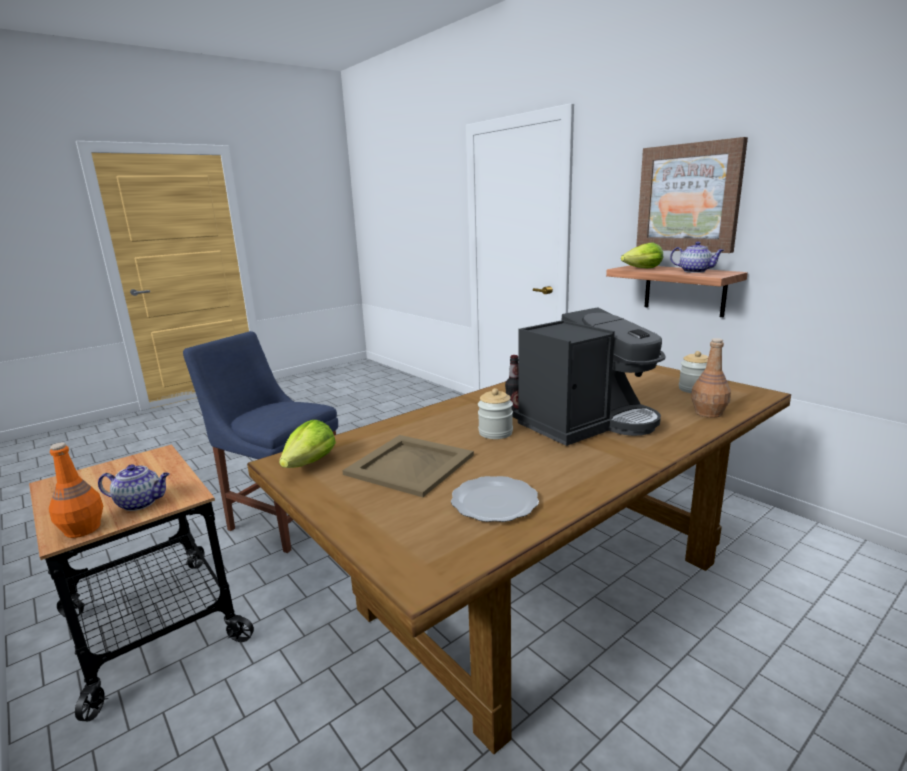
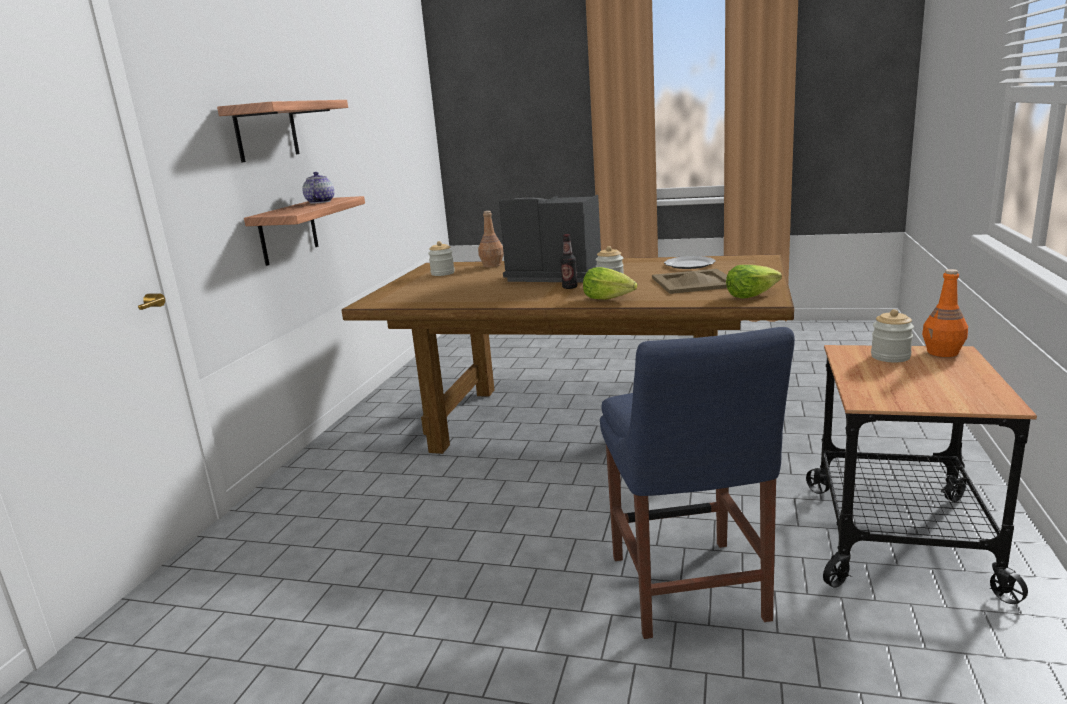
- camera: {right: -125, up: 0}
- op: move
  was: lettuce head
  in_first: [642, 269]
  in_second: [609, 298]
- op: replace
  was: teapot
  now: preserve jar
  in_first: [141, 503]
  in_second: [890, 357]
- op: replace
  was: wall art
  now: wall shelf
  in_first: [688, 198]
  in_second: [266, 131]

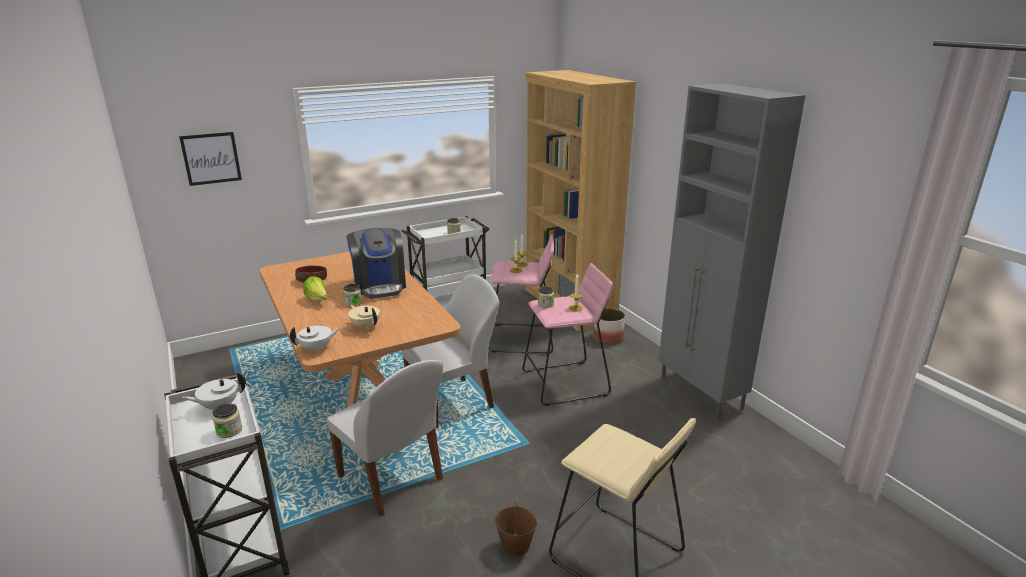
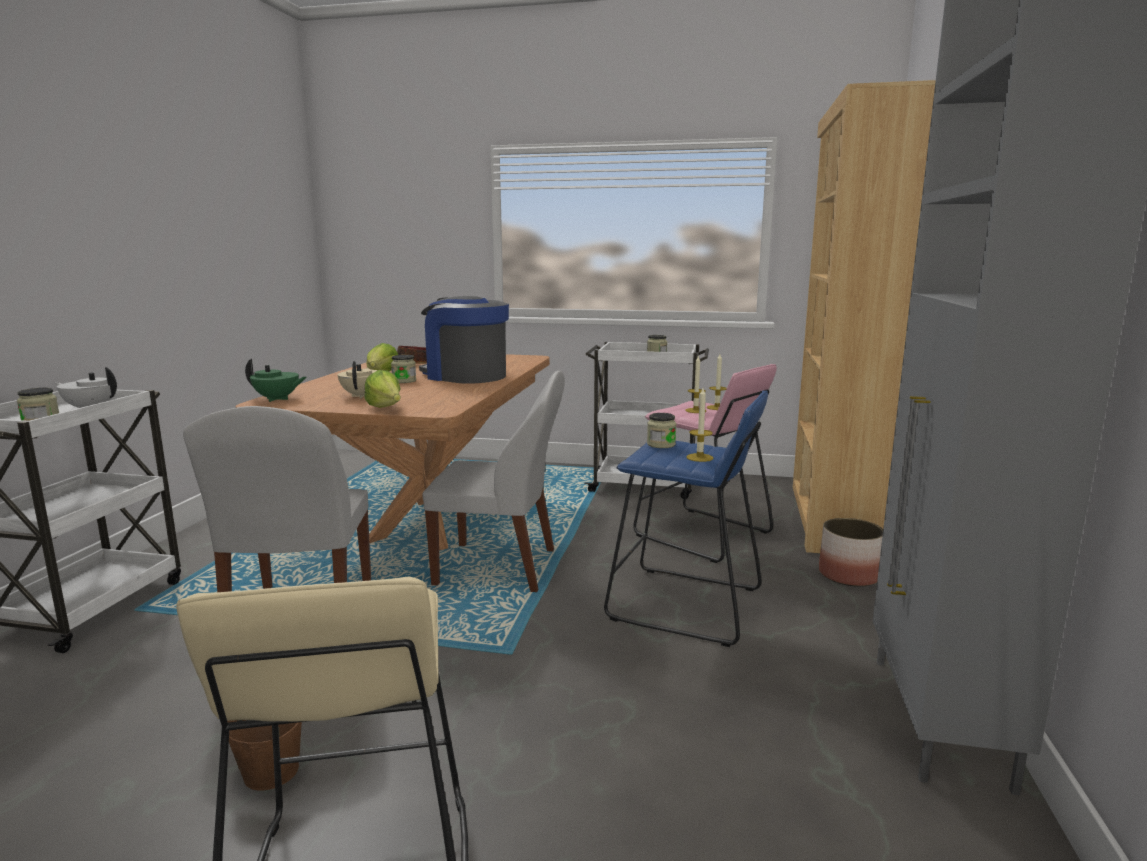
- camera: {right: 40, up: -10}
- op: delete
  was: wall art
  in_first: [211, 158]
- op: insert
  now: lettuce head
  in_second: [386, 409]
- op: recolor
  was: white teapot
  now: green-coloured teapot
  in_first: [317, 348]
  in_second: [277, 399]
- op: recolor
  was: pink-coloured sitting stool
  now: blue-coloured sitting stool
  in_first: [565, 383]
  in_second: [684, 605]
- op: rotate
  was: coffee machine
  in_first: [380, 286]
  in_second: [465, 376]
  clockwise: 105

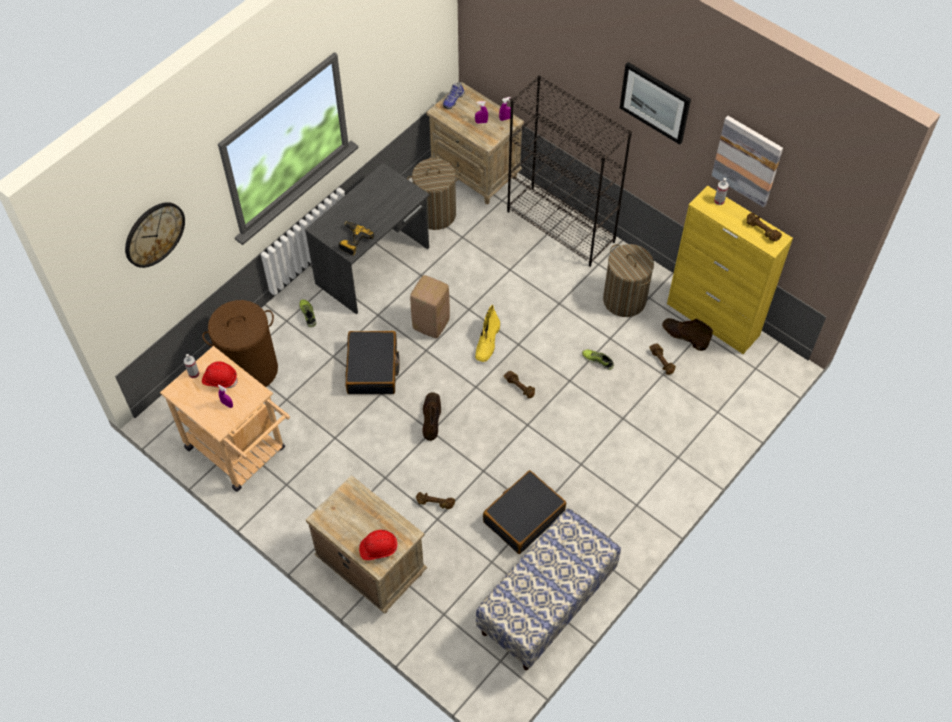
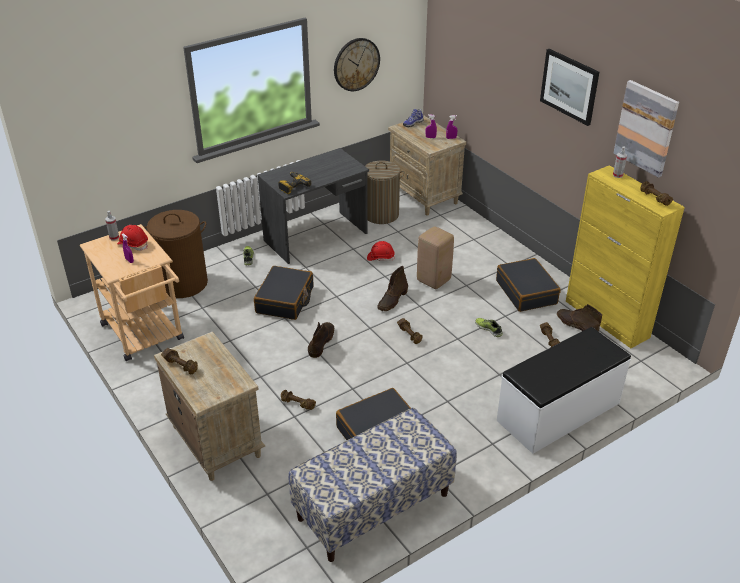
- camera: {right: 15, up: -20}
- op: delete
  was: black-coloured bookcase
  in_first: [561, 226]
- op: insert
  now: brownish free weight
  in_second: [181, 365]
- op: insert
  now: white long seat
  in_second: [559, 412]
- op: move
  was: hanging clock
  in_first: [154, 234]
  in_second: [356, 64]
- op: move
  was: red-coloured hard hat
  in_first: [378, 548]
  in_second: [380, 258]
- op: move
  was: sand-coloured sitting stool
  in_first: [431, 325]
  in_second: [433, 280]
- op: replace
  was: hamper
  now: black-coloured piece of luggage
  in_first: [624, 299]
  in_second: [526, 292]
- op: recolor
  was: yellow-coloured tall boot
  now: brownish tall boot
  in_first: [487, 342]
  in_second: [392, 300]

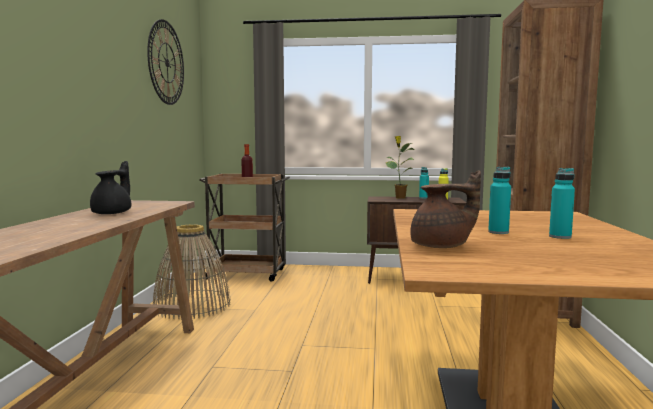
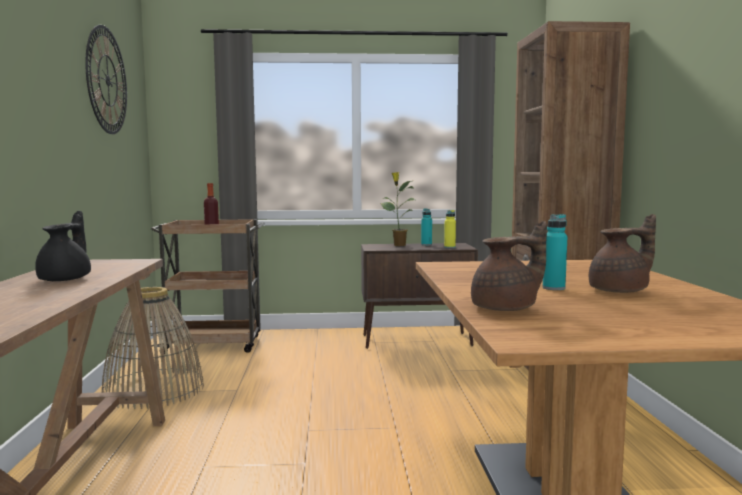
- camera: {right: -10, up: 0}
- op: replace
  was: blue-green bottle
  now: brownish teapot
  in_first: [560, 236]
  in_second: [621, 291]

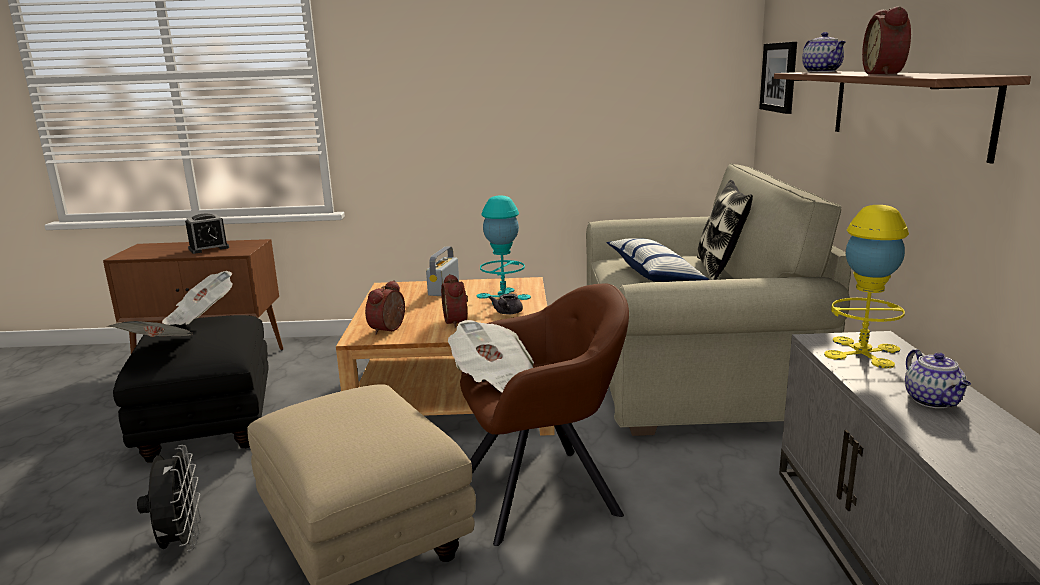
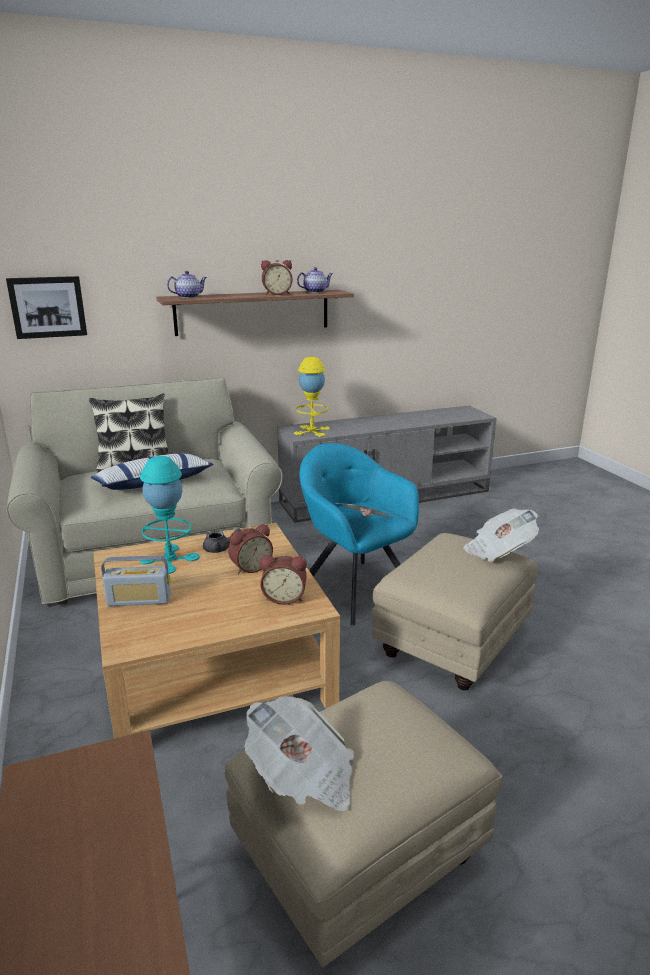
- camera: {right: -110, up: 5}
- op: delete
  was: black-coloured fan
  in_first: [181, 543]
- op: delete
  was: bedside clock
  in_first: [209, 248]
- op: move
  was: daily paper
  in_first: [159, 349]
  in_second: [498, 550]
- op: move
  was: teapot
  in_first: [933, 401]
  in_second: [315, 292]
- op: recolor
  was: black-coloured pouffe
  now: sand-coloured pouffe
  in_first: [209, 427]
  in_second: [361, 855]
- op: recolor
  was: brownish easy chair
  now: blue-green easy chair
  in_first: [545, 491]
  in_second: [354, 587]

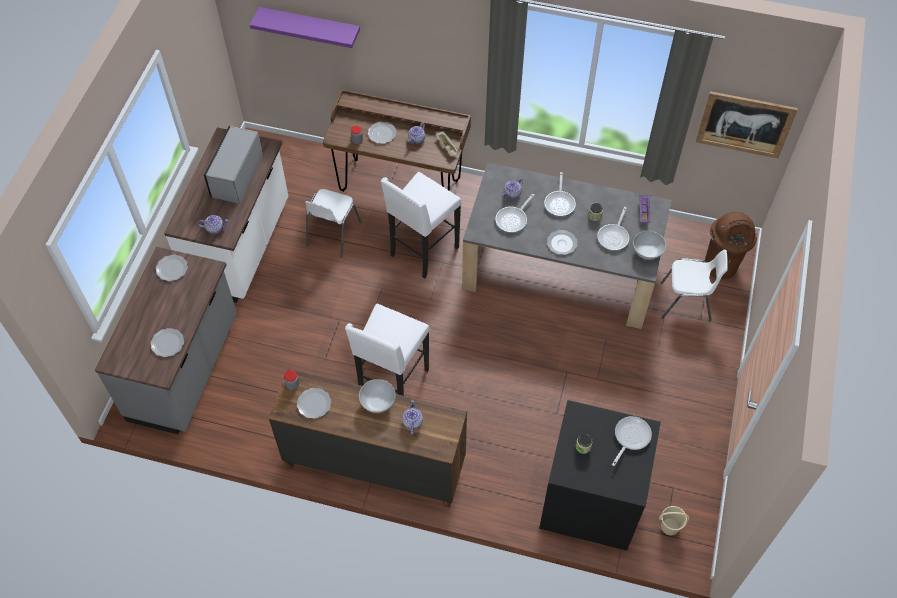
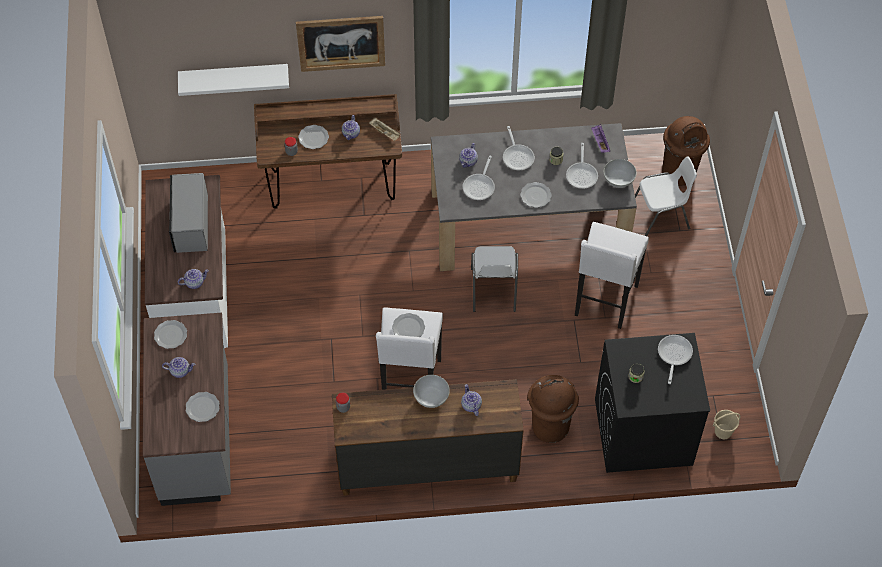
- camera: {right: -20, up: 0}
- op: delete
  was: purplish wall shelf
  in_first: [310, 26]
- op: insert
  now: teapot
  in_second: [180, 371]
- op: insert
  now: white wall shelf
  in_second: [234, 76]
- op: insert
  now: brownish rubbish bin
  in_second: [549, 426]
- op: move
  was: dinner plate
  in_first: [314, 403]
  in_second: [408, 327]
- op: move
  was: white upright chair
  in_first: [332, 234]
  in_second: [493, 290]
- op: move
  was: white sitting stool
  in_first: [423, 252]
  in_second: [604, 301]
- op: move
  was: wall art
  in_first: [745, 124]
  in_second: [341, 43]

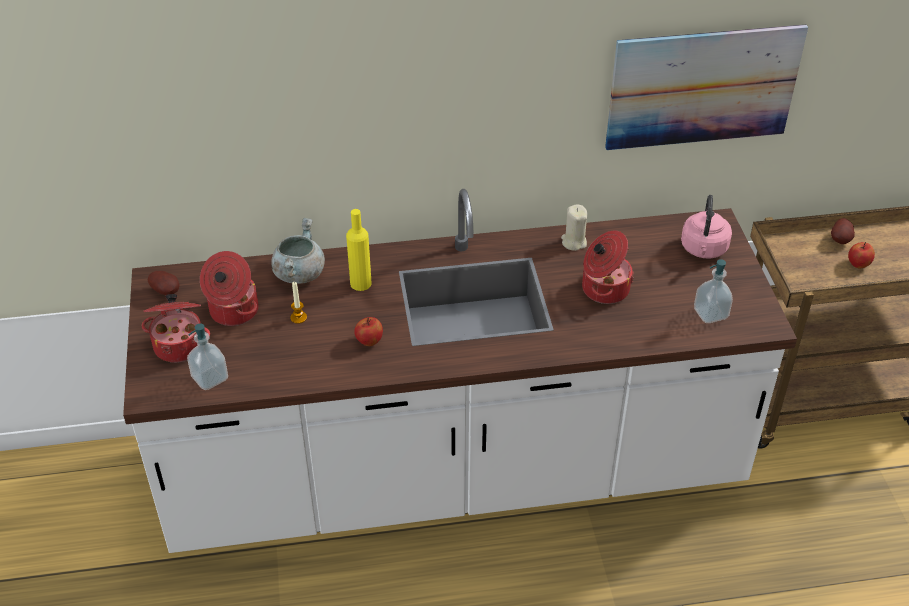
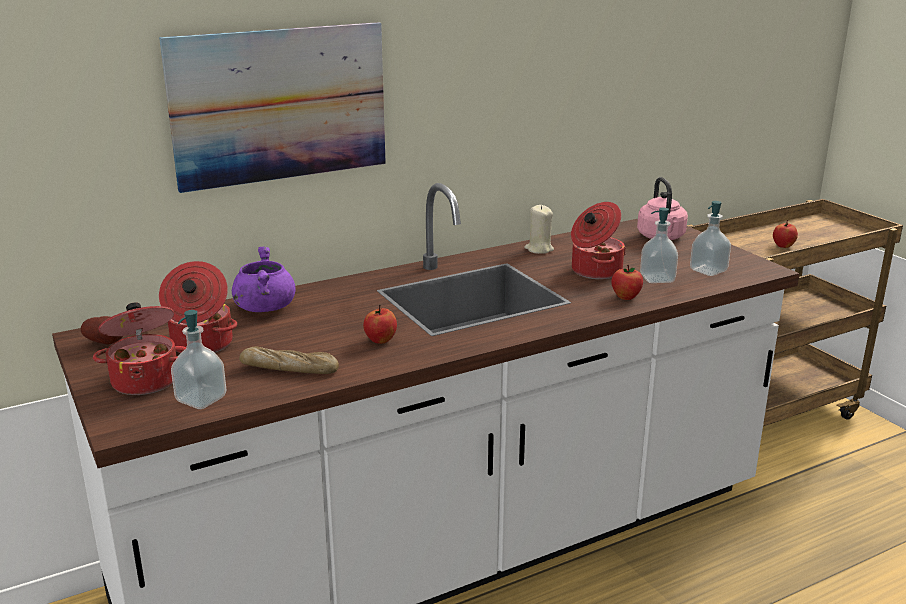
- camera: {right: -20, up: -20}
- op: delete
  was: wax candle
  in_first: [298, 317]
- op: delete
  was: yellow-coloured bottle
  in_first: [360, 283]
- op: delete
  was: spud
  in_first: [841, 240]
- op: insert
  now: bakery bread
  in_second: [289, 369]
- op: insert
  now: apple
  in_second: [625, 297]
- op: insert
  now: soap bottle
  in_second: [657, 278]
- op: move
  was: wall art
  in_first: [702, 87]
  in_second: [280, 105]
- op: recolor
  was: greyish stockpot
  now: purplish stockpot
  in_first: [299, 273]
  in_second: [264, 307]

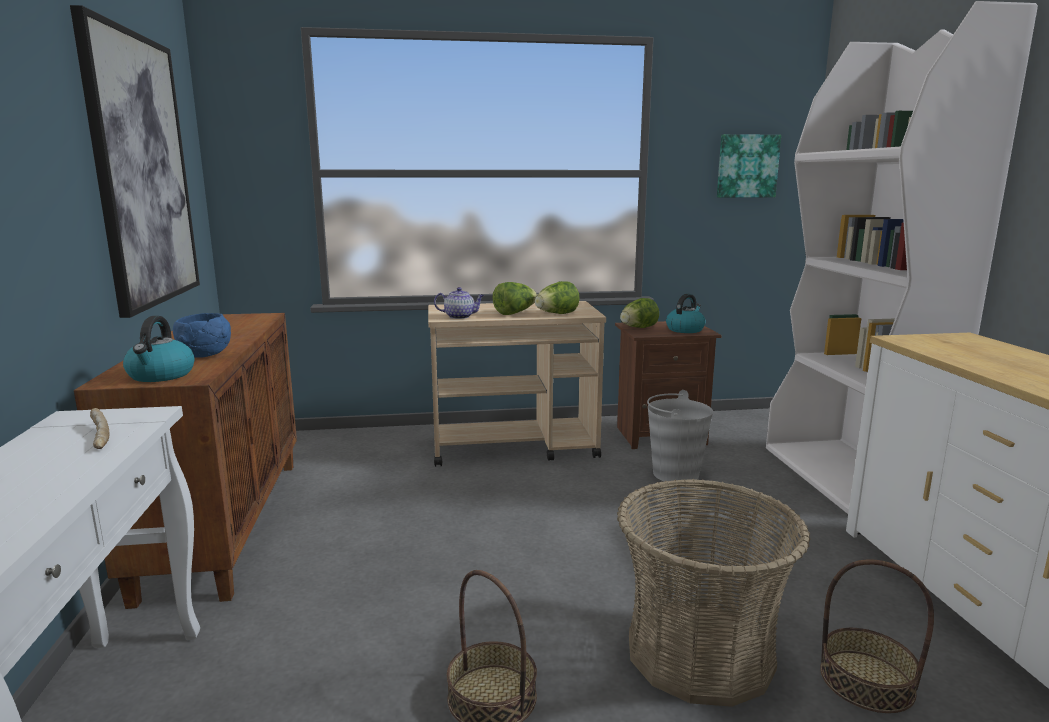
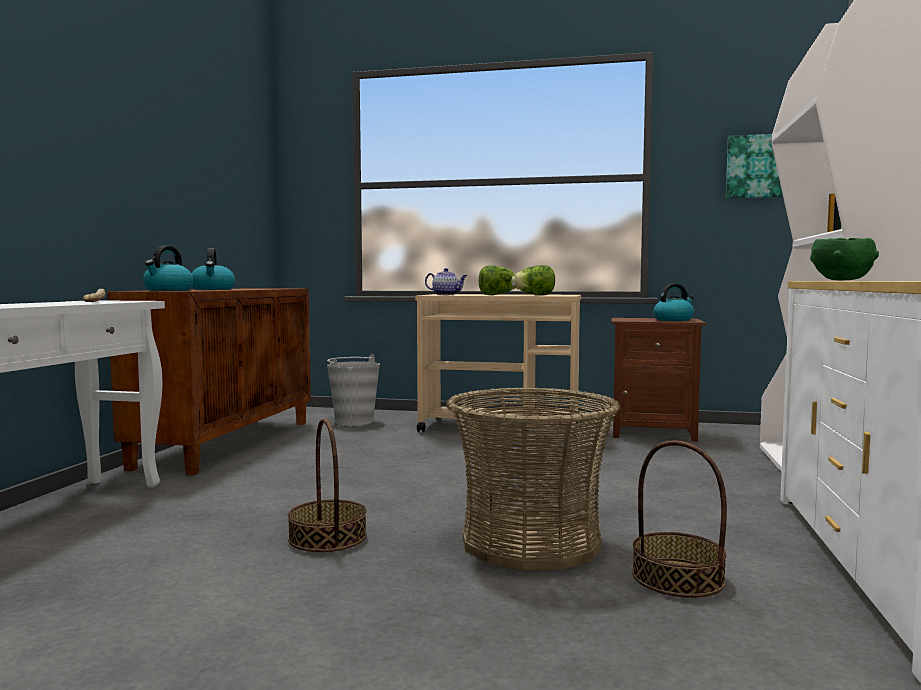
- camera: {right: 20, up: -10}
- op: delete
  was: wall art
  in_first: [141, 171]
- op: delete
  was: lettuce head
  in_first: [638, 328]
- op: insert
  now: green-coloured serving bowl
  in_second: [841, 280]
- op: move
  was: greyish bucket
  in_first: [675, 474]
  in_second: [354, 421]
- op: replace
  was: blue-coloured serving bowl
  now: kettle
  in_first: [205, 355]
  in_second: [212, 289]

